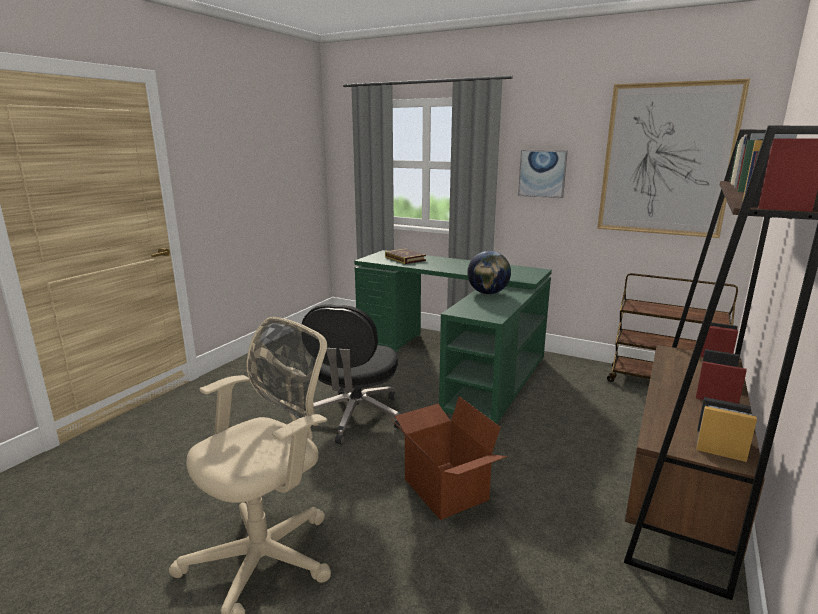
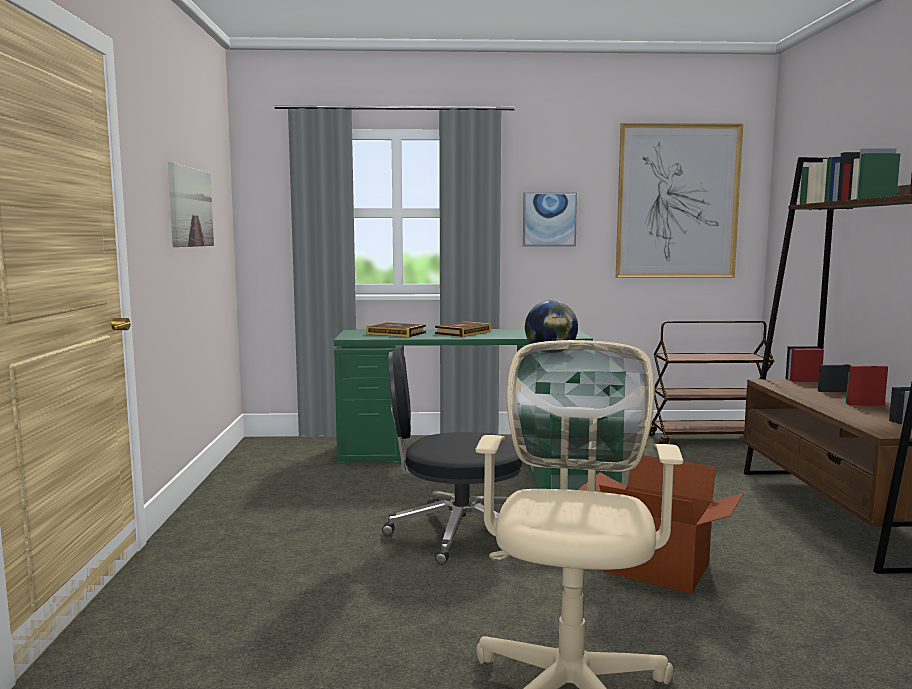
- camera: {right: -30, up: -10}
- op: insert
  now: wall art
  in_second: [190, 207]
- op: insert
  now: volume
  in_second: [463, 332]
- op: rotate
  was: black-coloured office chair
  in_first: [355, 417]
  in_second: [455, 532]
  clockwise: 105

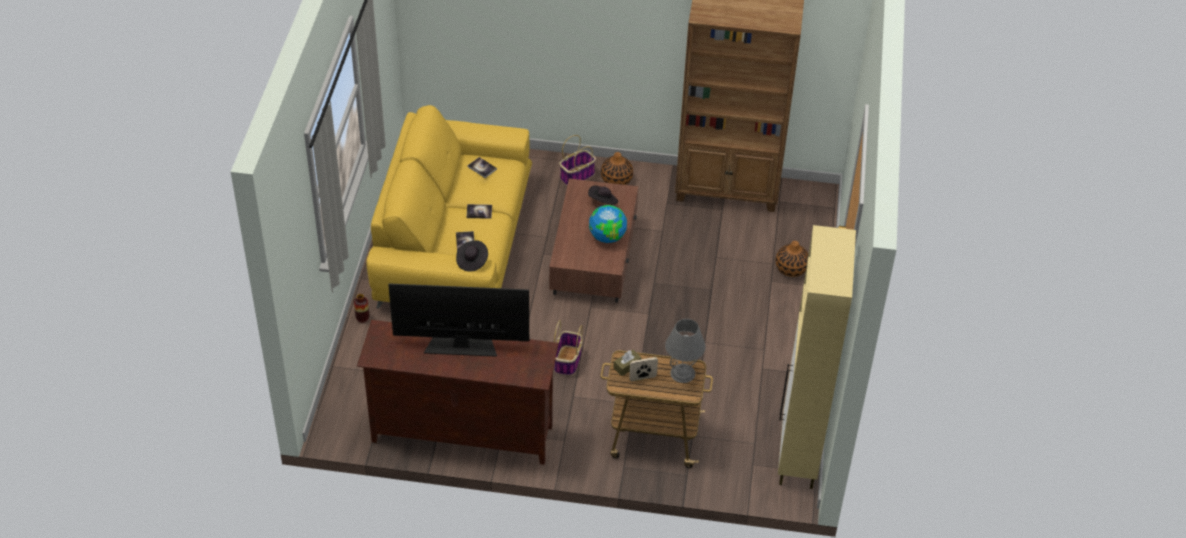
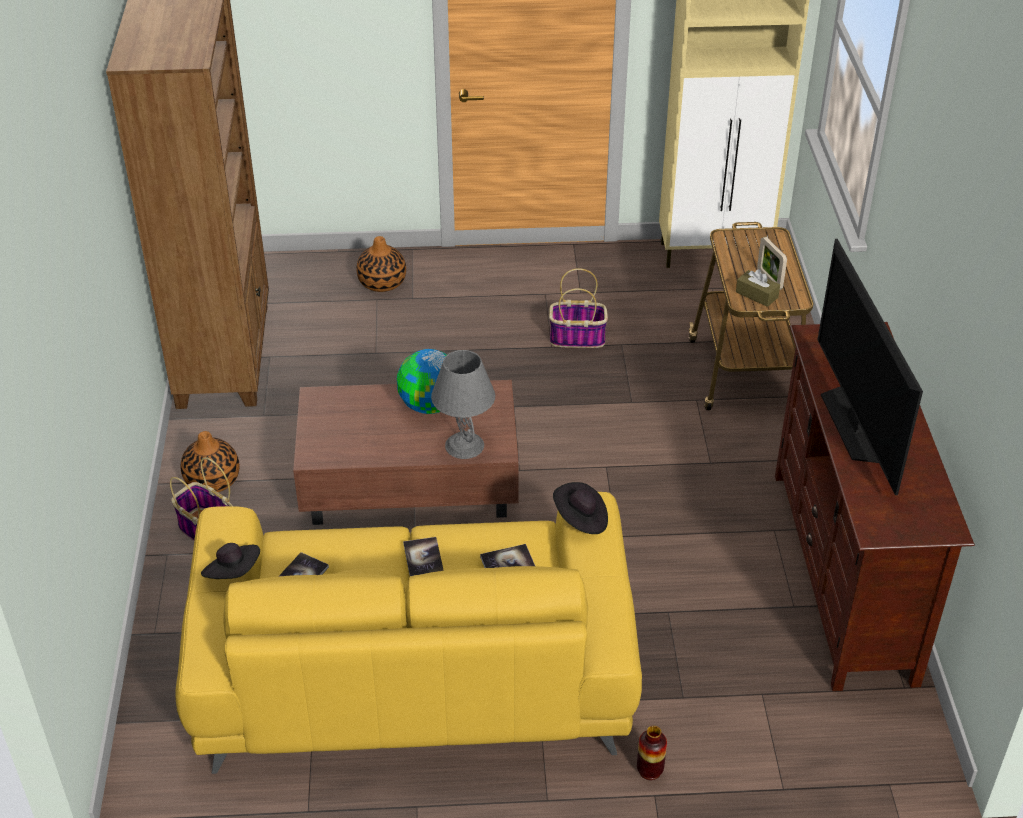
- camera: {right: -100, up: -5}
- op: move
  was: storage basket
  in_first: [567, 361]
  in_second: [578, 338]
- op: move
  was: black-coloured hat
  in_first: [603, 201]
  in_second: [233, 573]
- op: move
  was: greyish table lamp
  in_first: [683, 373]
  in_second: [464, 445]

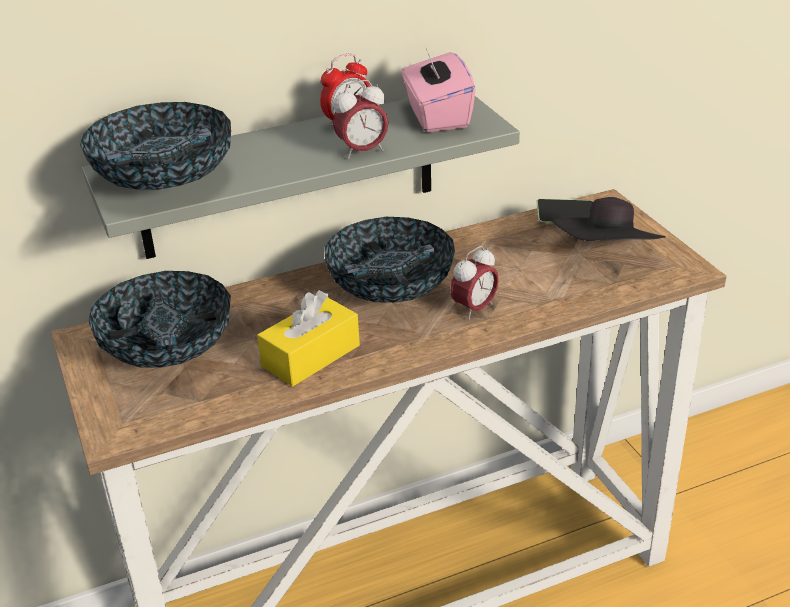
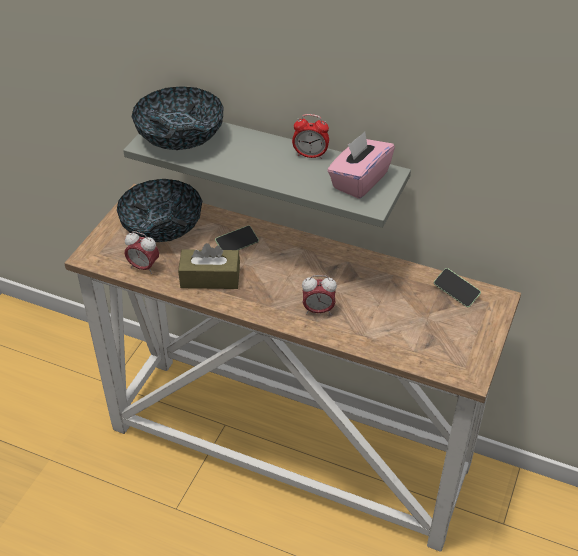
- camera: {right: 45, up: 10}
- op: delete
  was: serving bowl
  in_first: [391, 288]
- op: delete
  was: black-coloured hat
  in_first: [606, 256]
- op: insert
  now: phone
  in_second: [237, 245]
- op: move
  was: bedside clock
  in_first: [362, 151]
  in_second: [143, 267]
- op: recolor
  was: yellow-coloured box of tissues
  now: brownish box of tissues
  in_first: [311, 356]
  in_second: [210, 278]

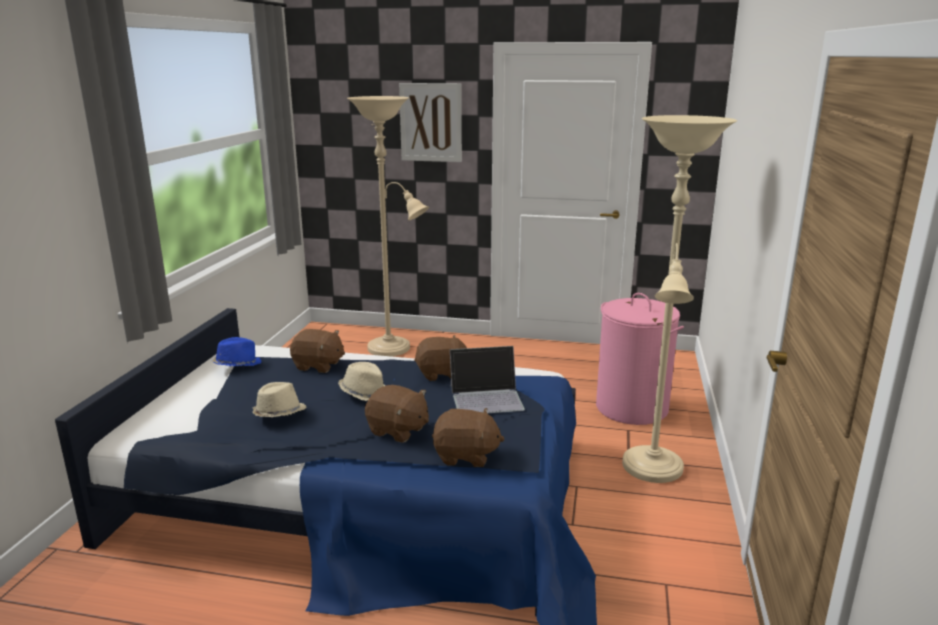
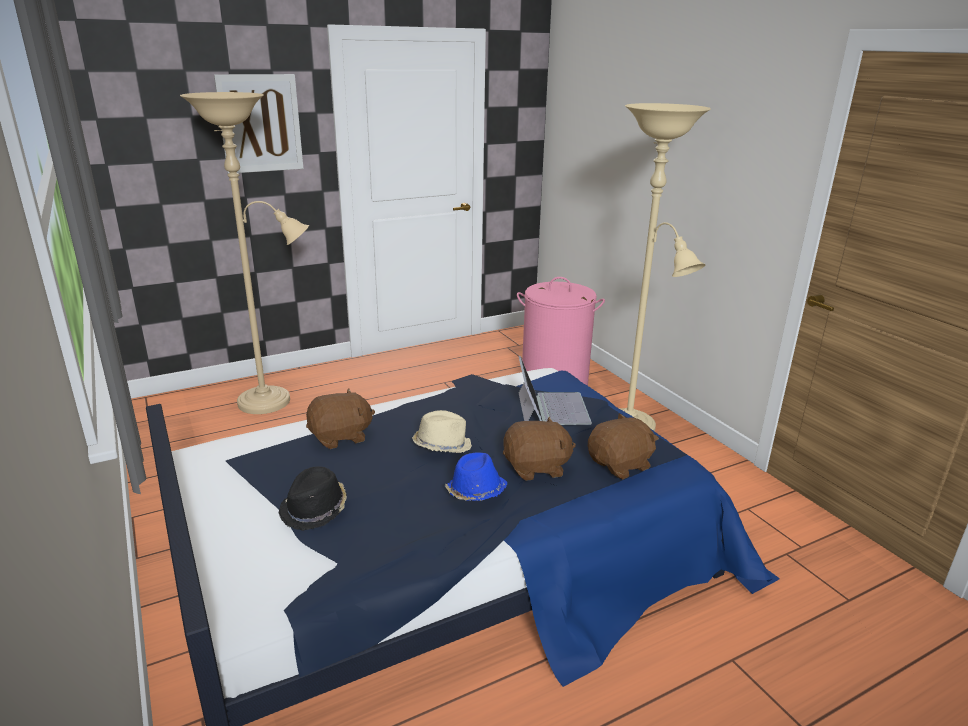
- camera: {right: -40, up: 5}
- op: delete
  was: sand-coloured hat
  in_first: [278, 414]
- op: delete
  was: brownish plush toy
  in_first: [442, 374]
- op: insert
  now: black-coloured hat
  in_second: [315, 509]
- op: move
  was: blue-coloured hat
  in_first: [237, 365]
  in_second: [475, 492]
- op: rotate
  was: portable computer
  in_first: [486, 397]
  in_second: [551, 408]
  clockwise: -45

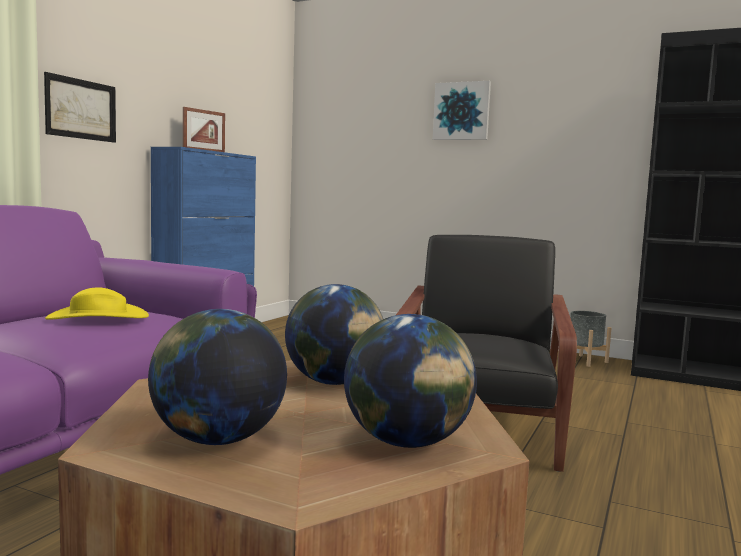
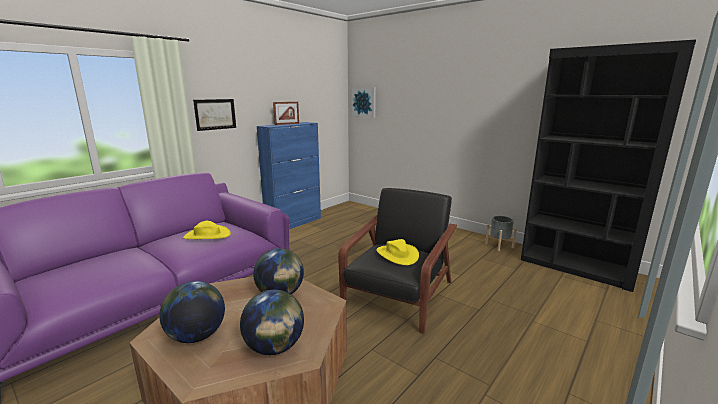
- camera: {right: 15, up: 10}
- op: insert
  now: yellow-coloured hat
  in_second: [397, 255]
- op: move
  was: wall art
  in_first: [461, 111]
  in_second: [364, 102]

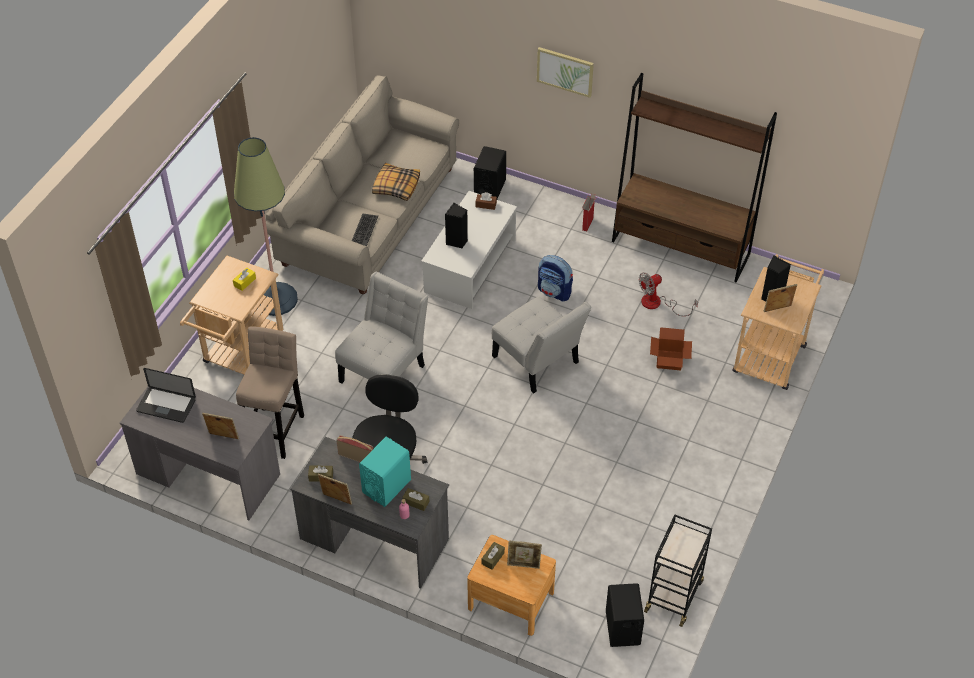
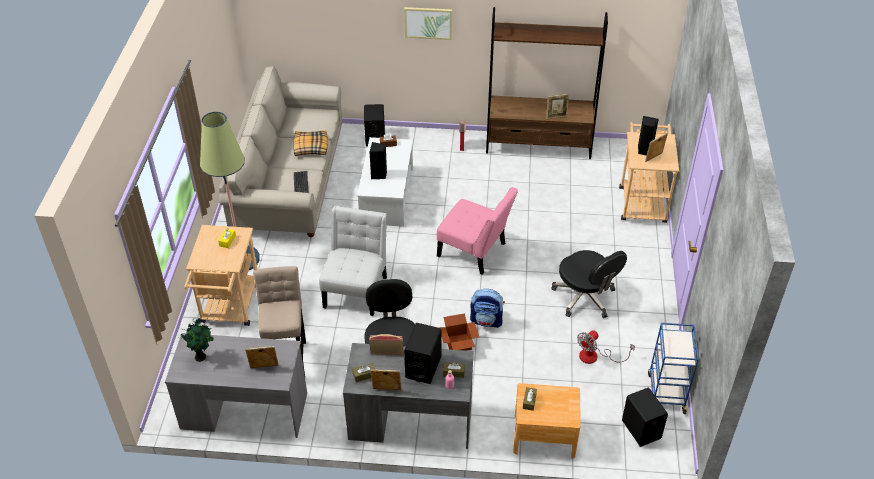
- camera: {right: -20, up: -5}
- op: insert
  now: black-coloured office chair
  in_second: [585, 298]
- op: move
  was: standing frame
  in_first: [524, 565]
  in_second: [556, 116]
- op: move
  was: backpack
  in_first: [555, 291]
  in_second: [487, 321]
- op: move
  was: fan
  in_first: [658, 304]
  in_second: [595, 356]
- op: move
  was: carton
  in_first: [668, 360]
  in_second: [458, 344]
- op: replace
  was: portable computer
  now: houseplant
  in_first: [166, 405]
  in_second: [201, 356]
- op: recolor
  was: blue-green loudspeaker
  now: black-coloured loudspeaker
  in_first: [386, 486]
  in_second: [423, 367]
- op: recolor
  was: white upright chair
  now: pink-coloured upright chair
  in_first: [538, 363]
  in_second: [475, 252]
- op: recolor
  was: black-coloured wheeled cart
  now: blue-coloured wheeled cart
  in_first: [674, 594]
  in_second: [666, 392]

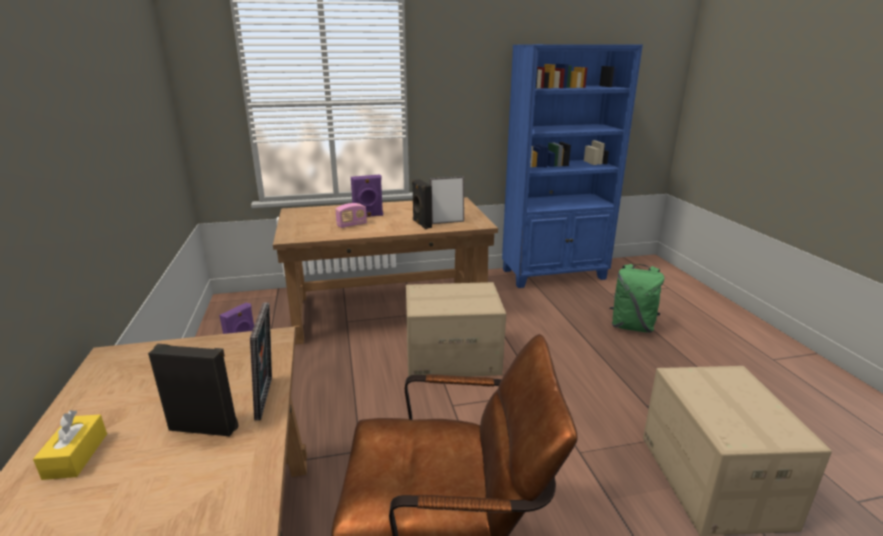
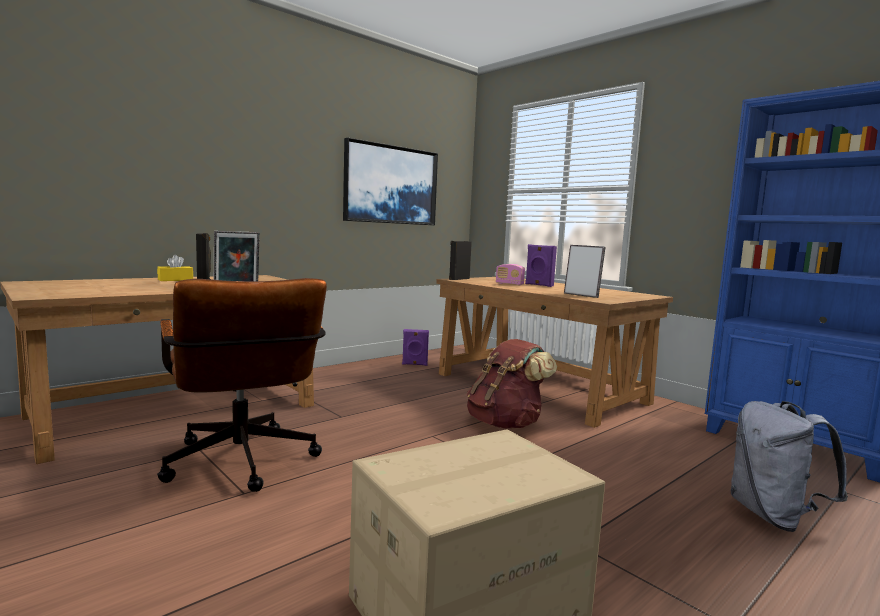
- camera: {right: 60, up: -15}
- op: insert
  now: wall art
  in_second: [391, 185]
- op: move
  was: black-coloured loudspeaker
  in_first: [421, 224]
  in_second: [458, 279]
- op: replace
  was: carton
  now: brownish backpack
  in_first: [452, 357]
  in_second: [505, 423]
- op: recolor
  was: green-coloured backpack
  now: greyish backpack
  in_first: [632, 326]
  in_second: [774, 516]

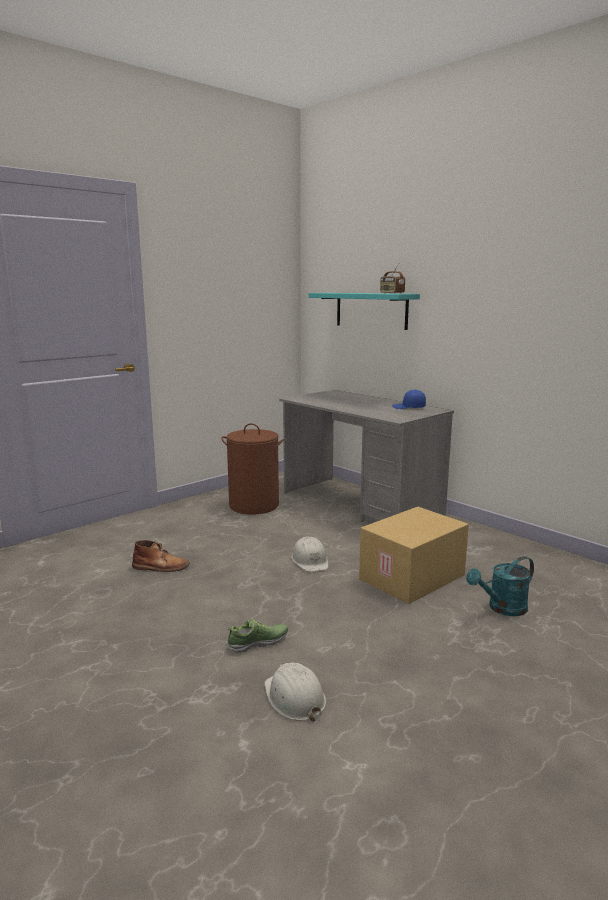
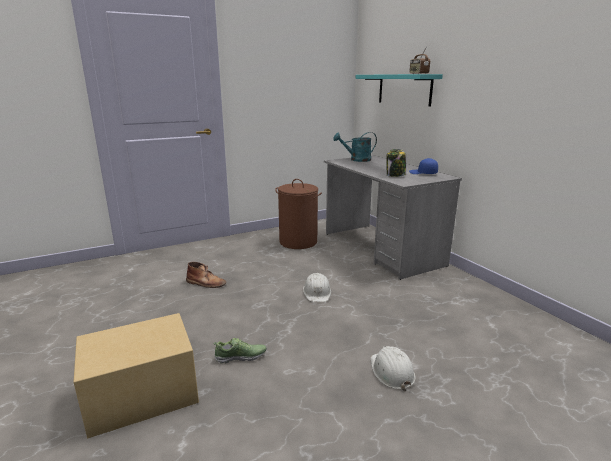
- camera: {right: 15, up: 5}
- op: insert
  now: preserve jar
  in_second: [395, 175]
- op: move
  was: white hard hat
  in_first: [294, 698]
  in_second: [391, 371]
- op: move
  was: carton
  in_first: [413, 578]
  in_second: [141, 396]
- op: move
  was: blue-green watering pot
  in_first: [502, 608]
  in_second: [356, 160]

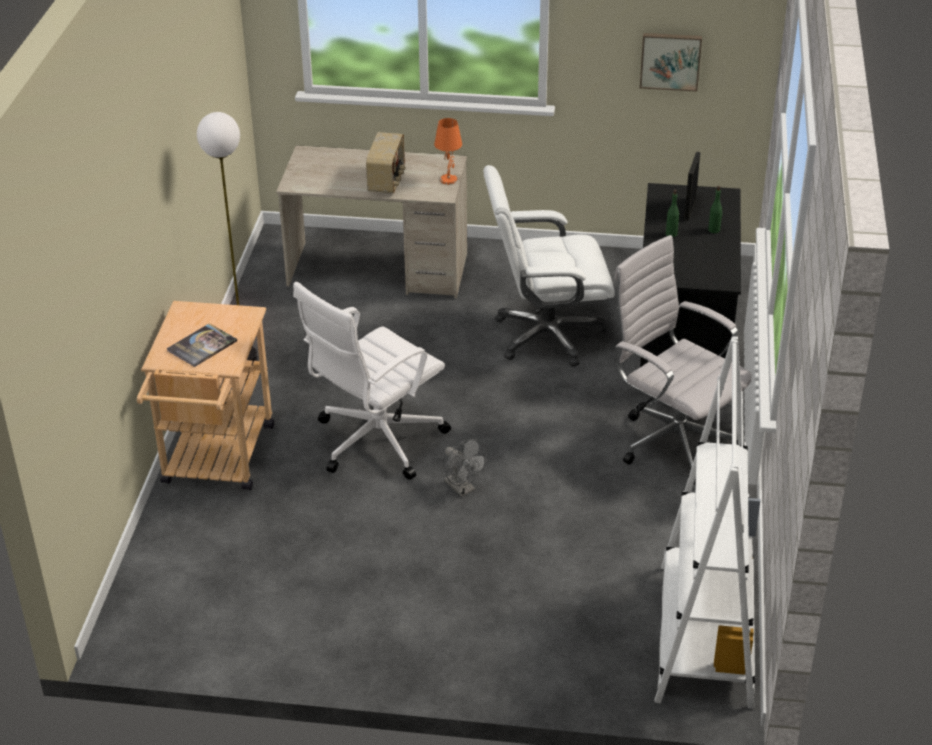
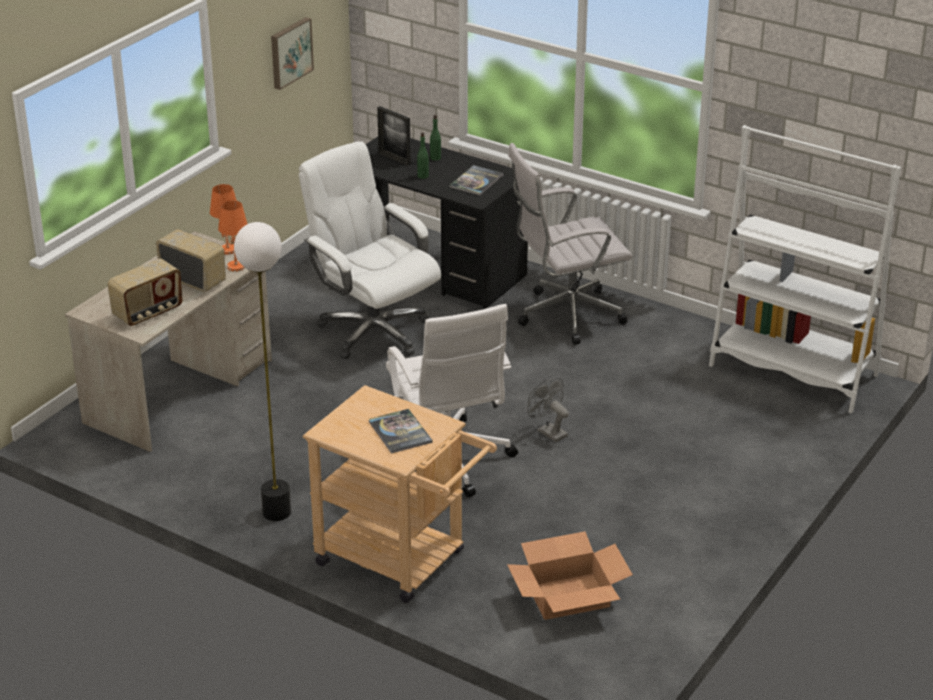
- camera: {right: -65, up: -5}
- op: insert
  now: radio
  in_second: [148, 313]
- op: insert
  now: orange table lamp
  in_second: [236, 266]
- op: insert
  now: volume
  in_second: [476, 181]
- op: insert
  now: carton
  in_second: [568, 596]
- op: rotate
  was: greyish fan
  in_first: [463, 488]
  in_second: [548, 431]
  clockwise: -120
- op: rotate
  was: white office chair
  in_first: [546, 335]
  in_second: [372, 331]
  clockwise: 120

